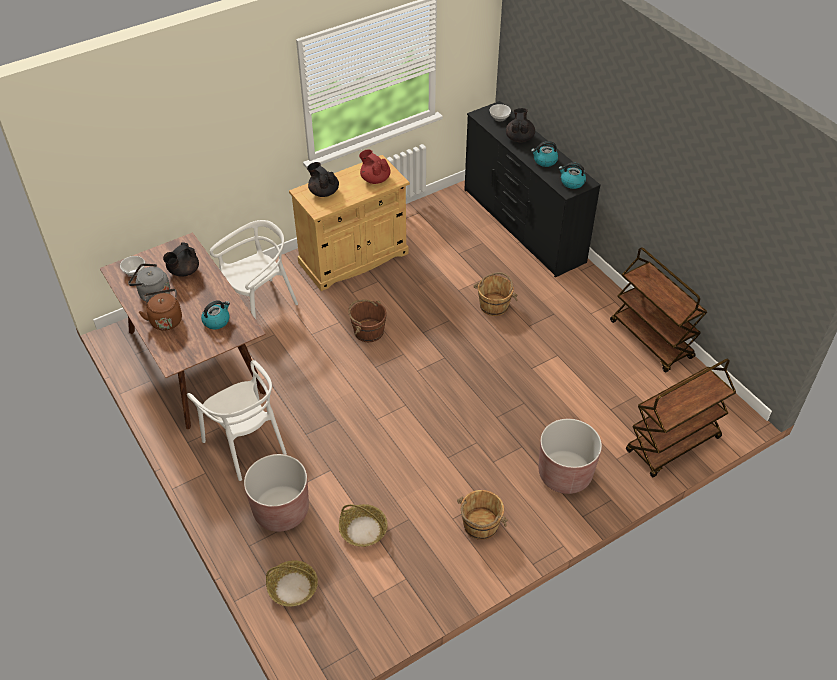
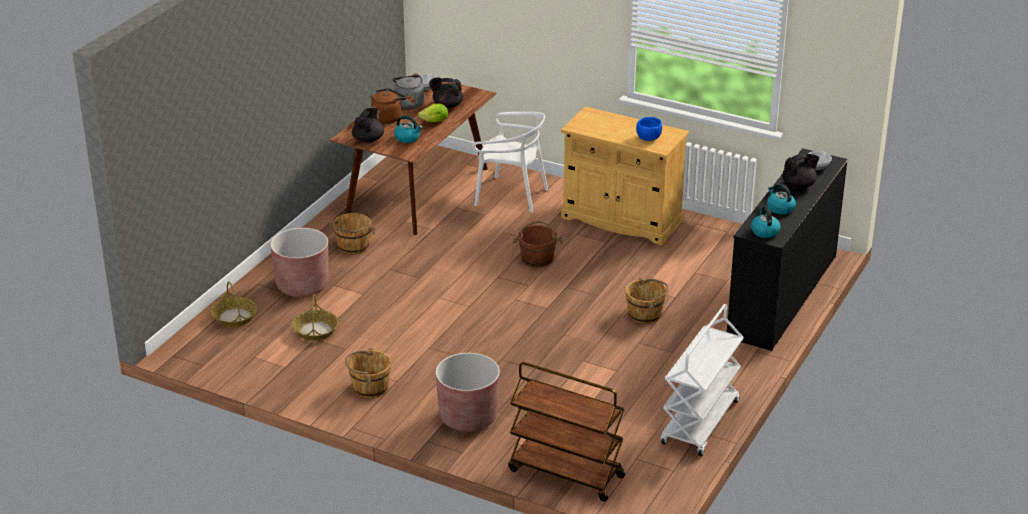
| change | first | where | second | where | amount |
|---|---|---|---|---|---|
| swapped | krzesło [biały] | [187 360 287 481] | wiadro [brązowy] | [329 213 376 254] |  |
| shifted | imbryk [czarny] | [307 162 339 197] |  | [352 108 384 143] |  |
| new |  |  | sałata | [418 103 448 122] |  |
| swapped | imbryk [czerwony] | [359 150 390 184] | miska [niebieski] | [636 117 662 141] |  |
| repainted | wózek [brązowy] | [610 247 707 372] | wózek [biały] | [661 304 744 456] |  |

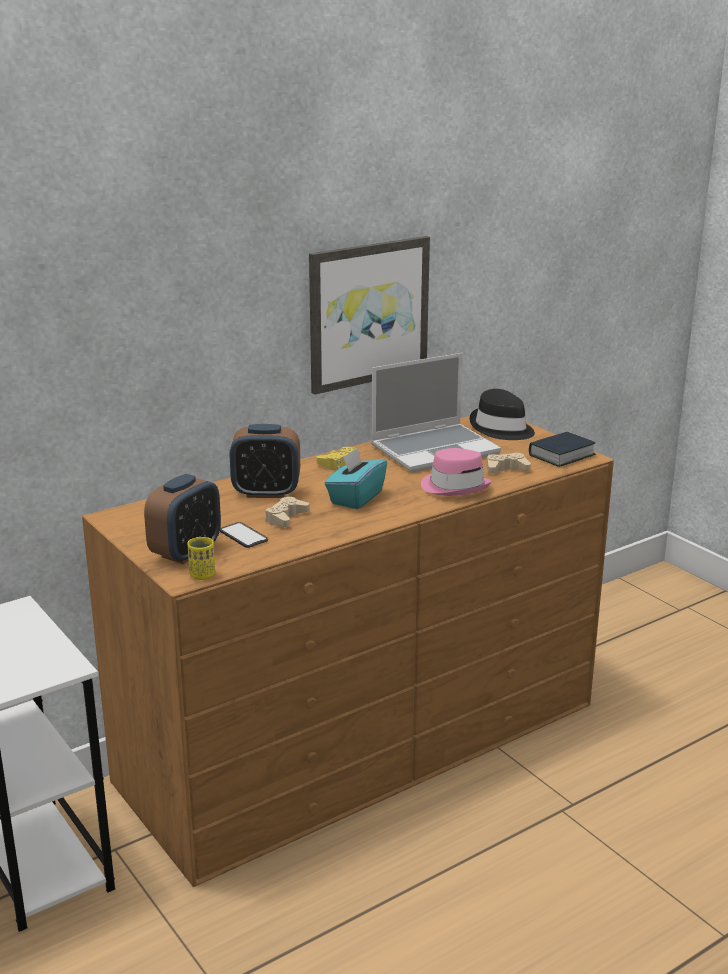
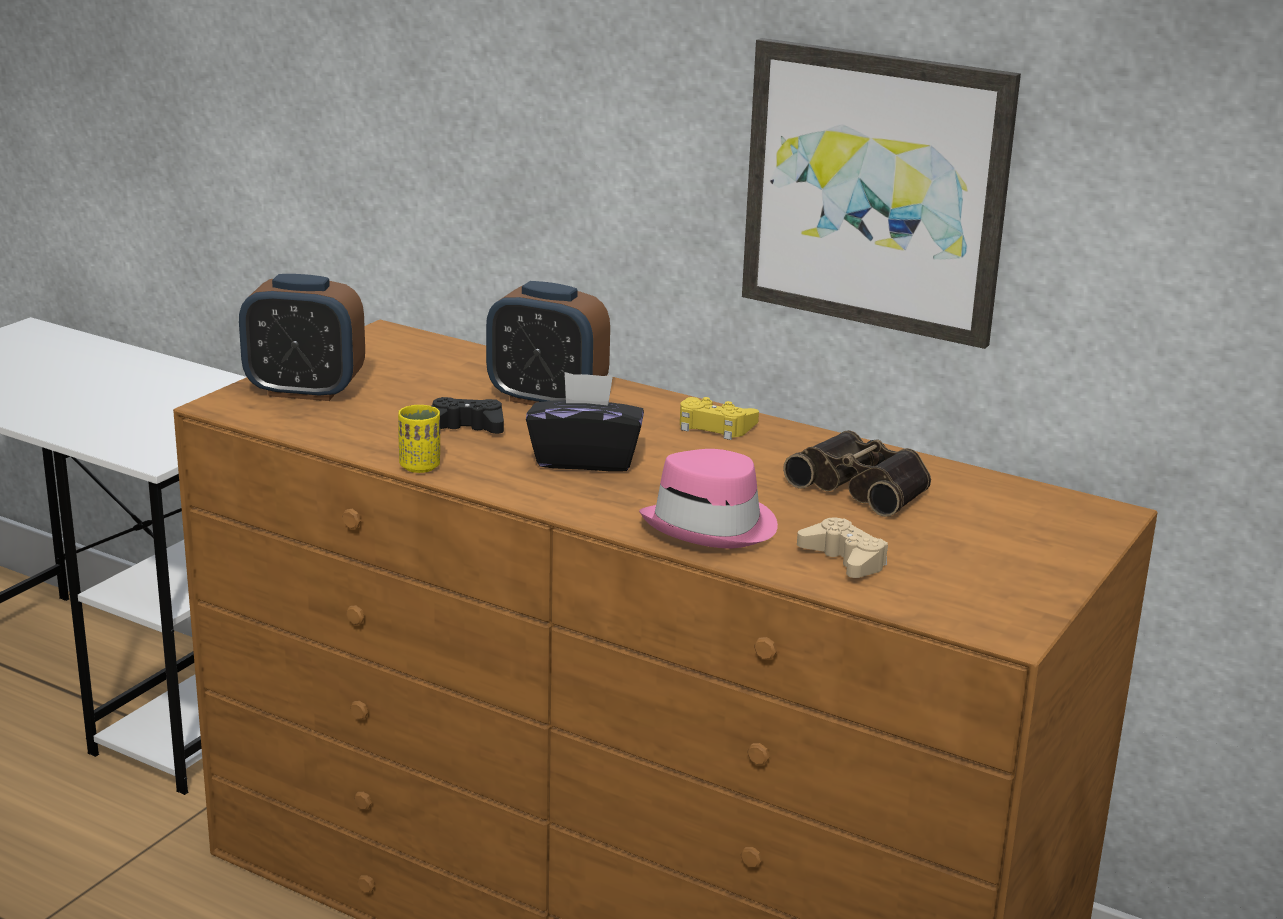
| change | first | where | second | where | amount |
|---|---|---|---|---|---|
| shifted | filiżanka [żółty] | [187 537 215 580] |  | [398 405 440 473] |  |
| repainted | pad do gier [beżowy] | [265 497 310 527] | pad do gier [czarny] | [431 397 504 434] |  |
| rotated | budzik | [230 424 300 498] |  | [486 281 610 405] | 45 degrees counterclockwise |
| repainted | pudełko chusteczek [turkusowy] | [325 447 387 509] | pudełko chusteczek [czarny] | [526 372 644 472] |  |
| swapped | laptop | [371 353 501 473] | lornetka | [783 430 931 517] |  |
| gone | telefon | [220 522 268 548] |  |  |  |
| gone | kapelusz [czarny] | [470 389 535 440] |  |  |  |
| gone | książka | [529 432 596 467] |  |  |  |

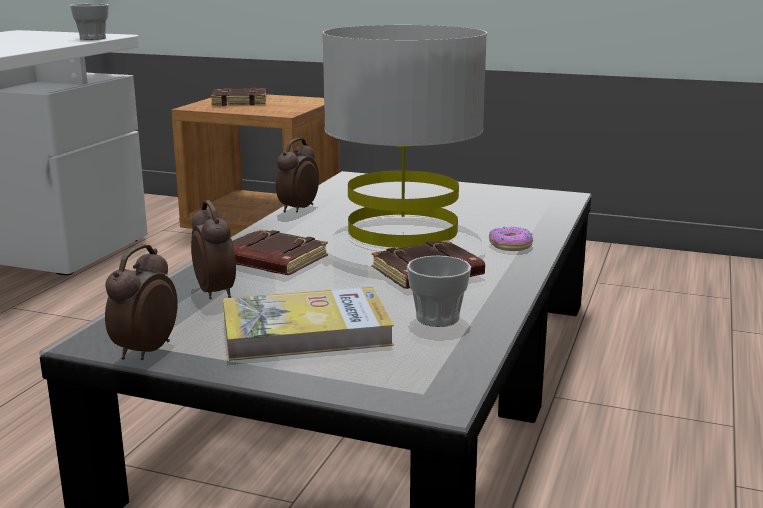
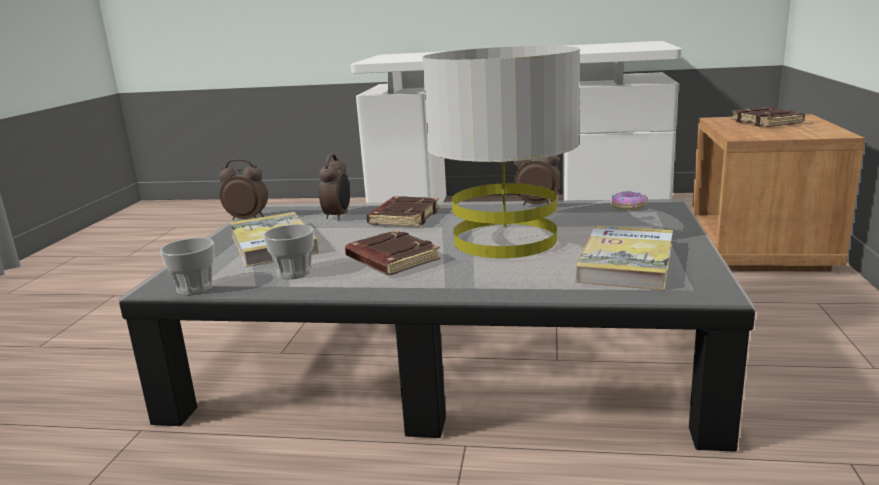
| change | first | where | second | where | amount |
|---|---|---|---|---|---|
| shifted | filiżanka | [70 3 109 40] |  | [160 238 214 295] |  |
| rotated | budzik | [191 200 236 299] |  | [319 154 350 220] | 45 degrees counterclockwise |
| new |  |  | książka | [575 226 673 290] |  |
| shifted | donut | [489 227 533 251] |  | [610 191 648 210] |  |

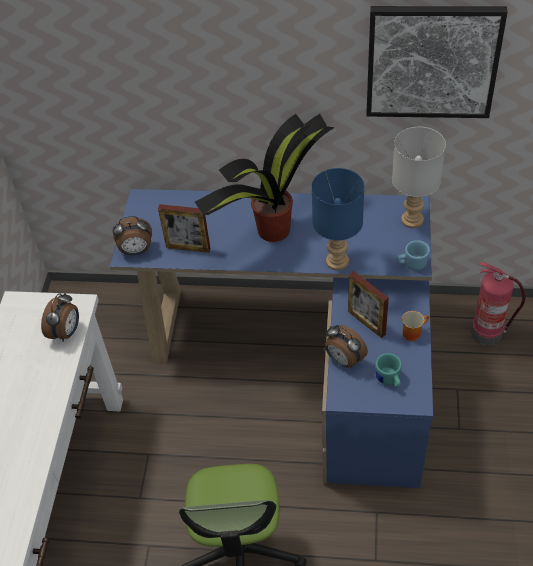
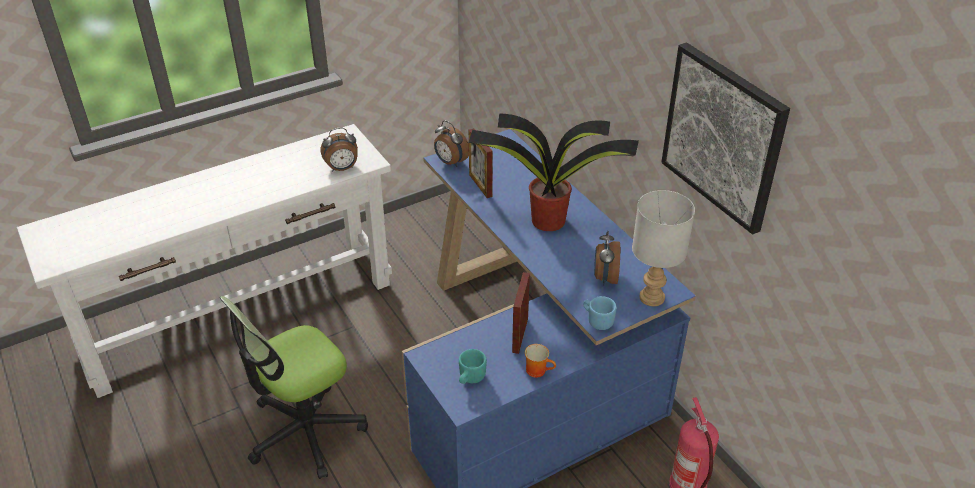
| change | first | where | second | where | amount |
|---|---|---|---|---|---|
| shifted | budzik | [325 325 368 368] |  | [594 231 620 286] |  |
| gone | lampa stołowa [niebieski] | [312 168 364 270] |  |  |  |

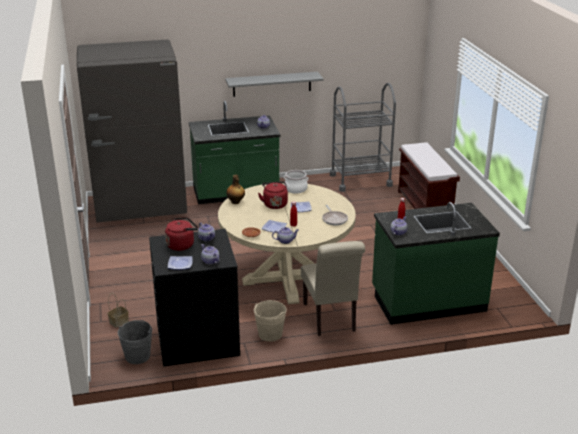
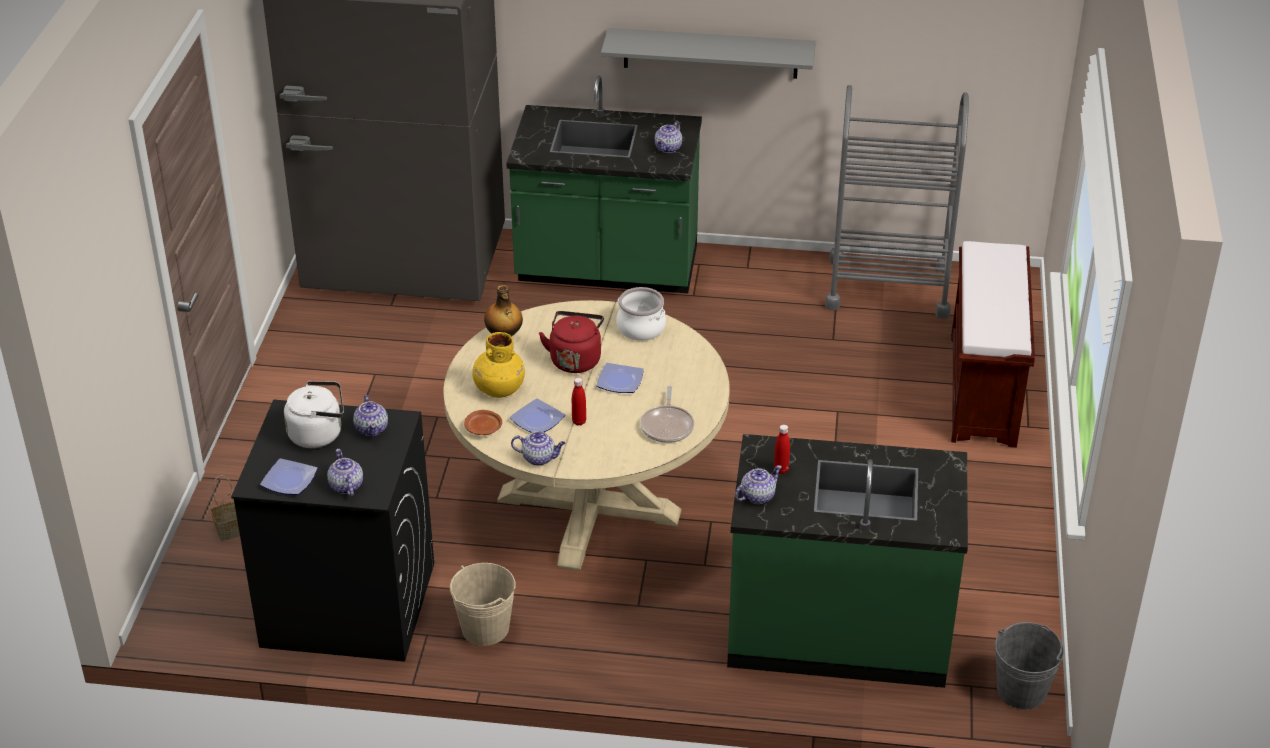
| change | first | where | second | where | amount |
|---|---|---|---|---|---|
| repainted | czajnik [czerwony] | [165 217 198 251] | czajnik [biały] | [284 381 344 448] |  |
| new |  |  | wazon [żółty] | [472 332 525 398] |  |
| shifted | wiadro [szary] | [118 320 152 364] |  | [995 622 1064 709] |  |
| gone | krzesło [beżowy] | [301 241 365 336] |  |  |  |

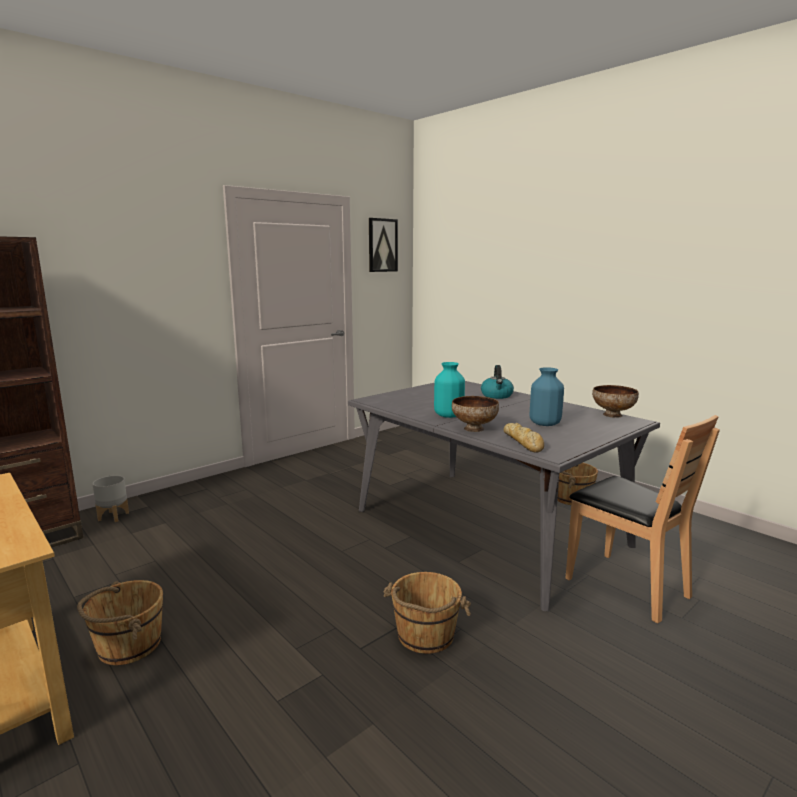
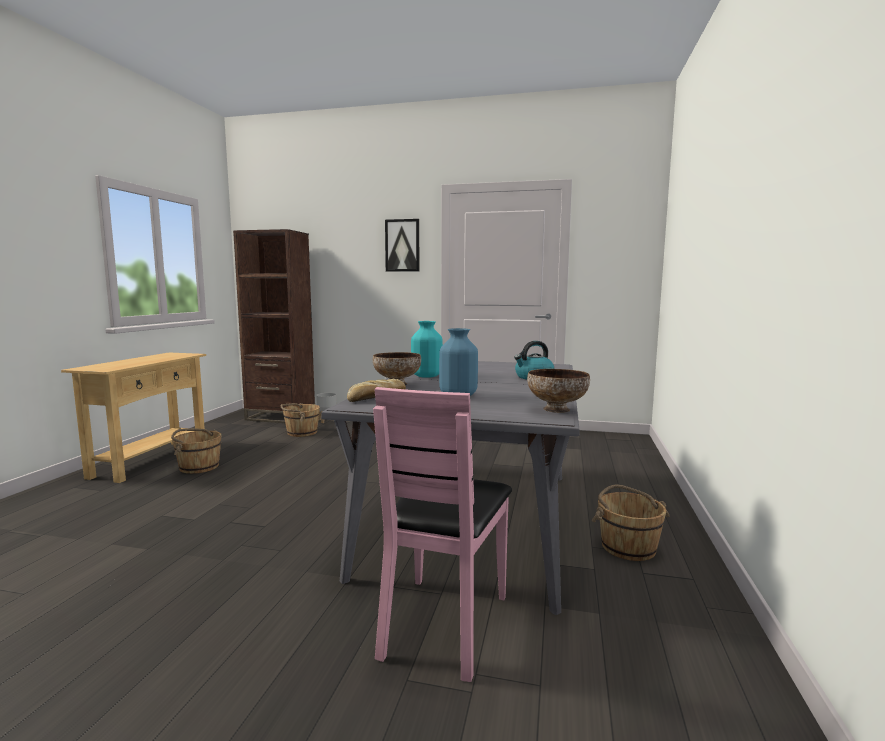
| change | first | where | second | where | amount |
|---|---|---|---|---|---|
| shifted | wiadro [brązowy] | [383 572 471 654] |  | [281 403 320 437] |  |
| repainted | krzesło [brązowy] | [566 415 720 624] | krzesło [różowy] | [373 387 512 682] |  |
| shifted | obraz | [369 218 398 272] |  | [385 219 419 272] |  |

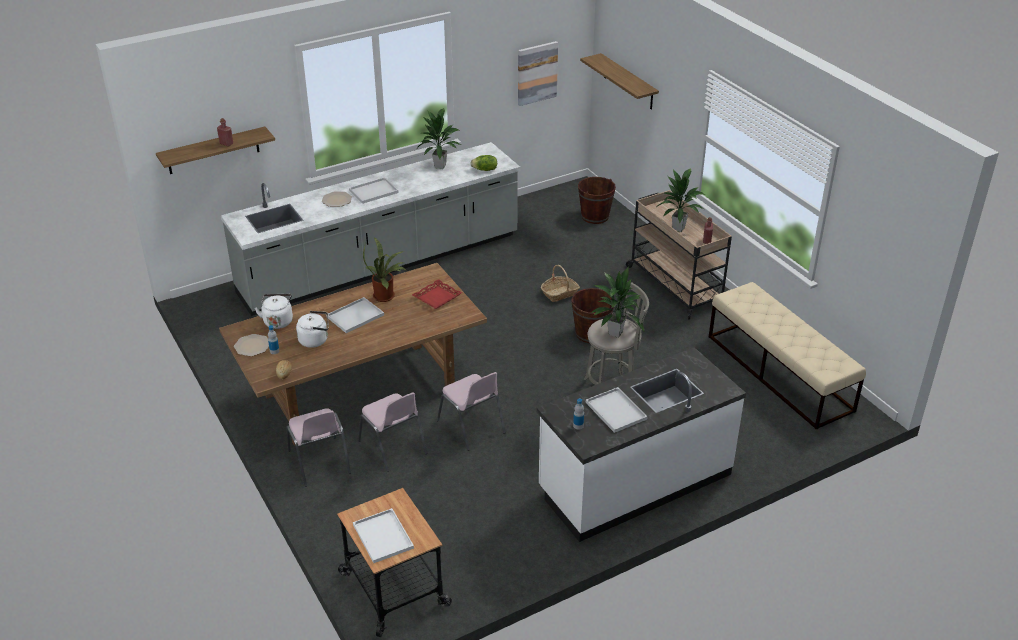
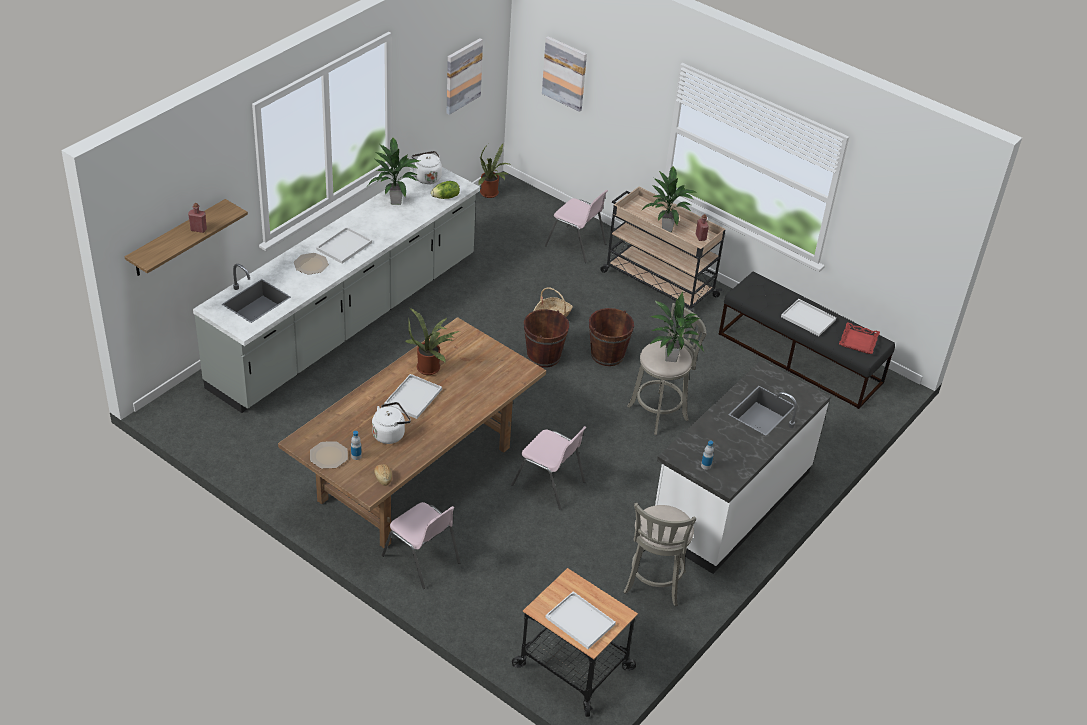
| change | first | where | second | where | amount |
|---|---|---|---|---|---|
| shifted | czajnik [biały] | [255 294 293 329] |  | [410 151 442 184] |  |
| new |  |  | roślina doniczkowa | [478 144 509 198] |  |
| shifted | wiadro [brązowy] | [578 177 616 224] |  | [524 309 569 368] |  |
| swapped | półka | [580 53 659 110] | obraz | [542 36 587 112] |  |
| shifted | krzesło [różowy] | [358 392 427 472] |  | [545 190 608 263] |  |
| new |  |  | stołek [szary] | [624 502 696 606] |  |
| repainted | ławka [beżowy] | [709 282 866 430] | ławka [czarny] | [719 272 895 409] |  |
| shifted | taca [biały] | [586 387 648 433] |  | [781 299 836 336] |  |
| shifted | taca [czerwony] | [412 279 462 309] |  | [839 322 880 354] |  |

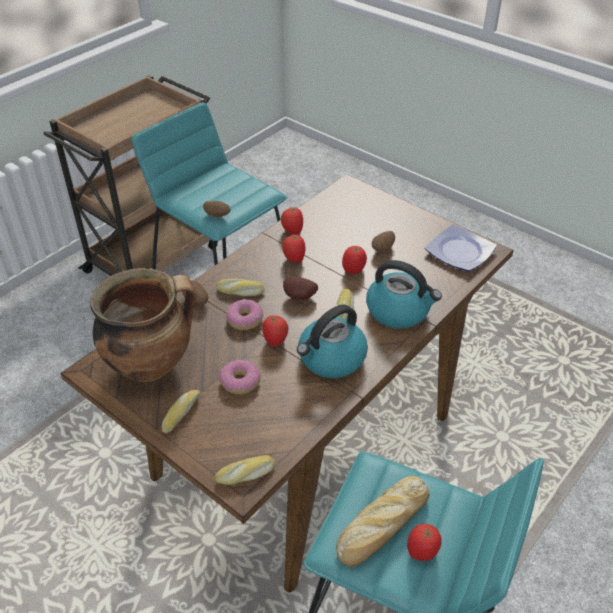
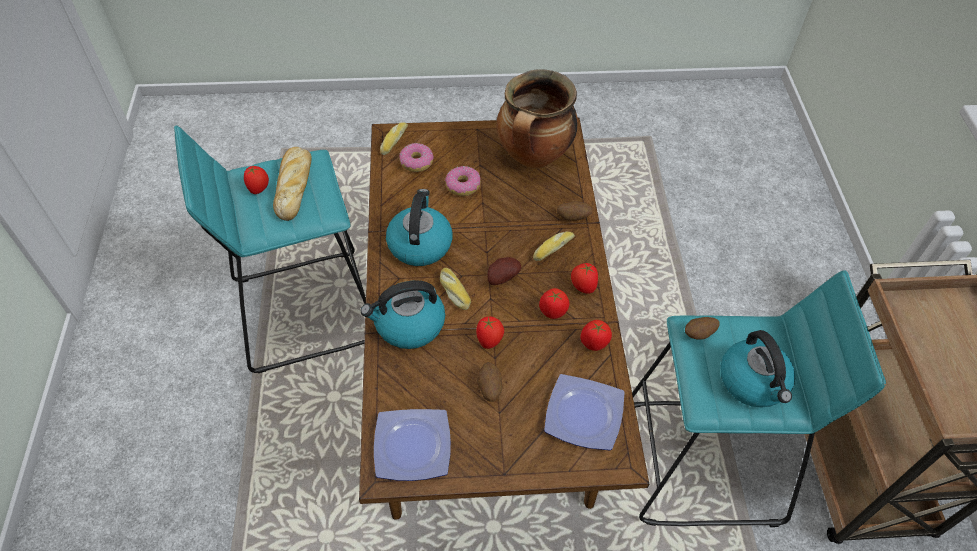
| change | first | where | second | where | amount |
|---|---|---|---|---|---|
| shifted | donut | [226 299 263 330] |  | [399 143 434 172] |  |
| new |  |  | talerz | [544 374 625 450] |  |
| shifted | pomidor | [262 315 288 347] |  | [571 263 598 294] |  |
| new |  |  | czajnik | [720 330 795 407] |  |
| gone | chleb | [161 390 201 433] |  |  |  |

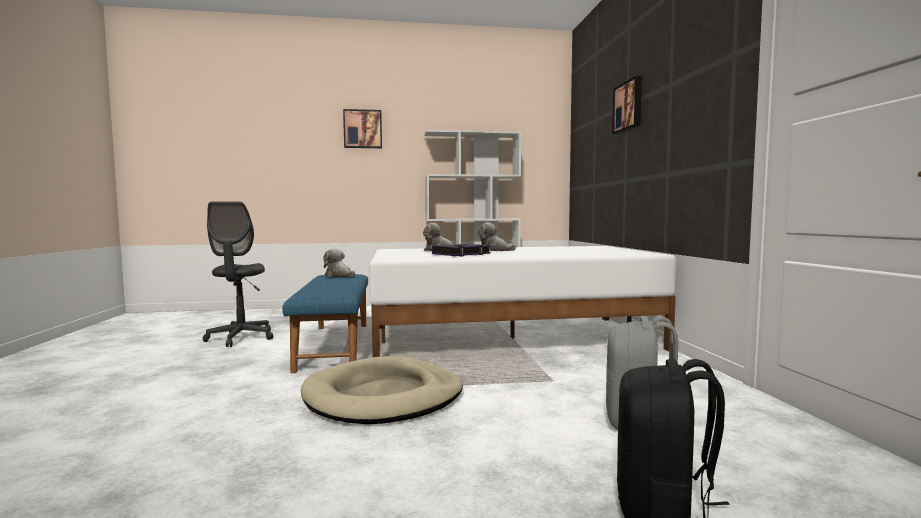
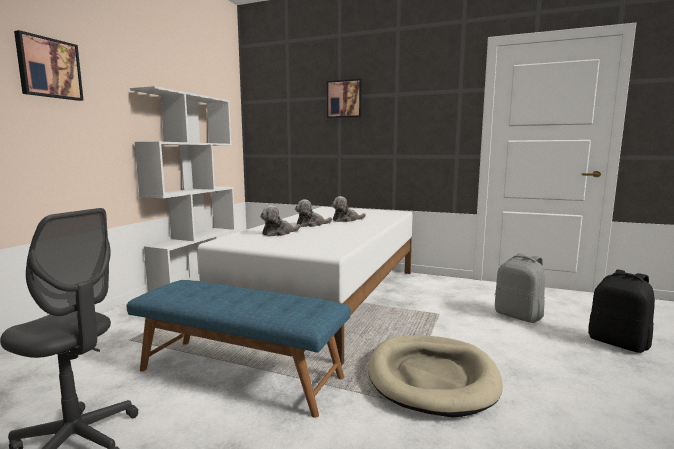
| change | first | where | second | where | amount |
|---|---|---|---|---|---|
| shifted | pluszak | [323 249 355 277] |  | [331 196 366 222] |  |
| gone | książka | [432 244 490 257] |  |  |  |

